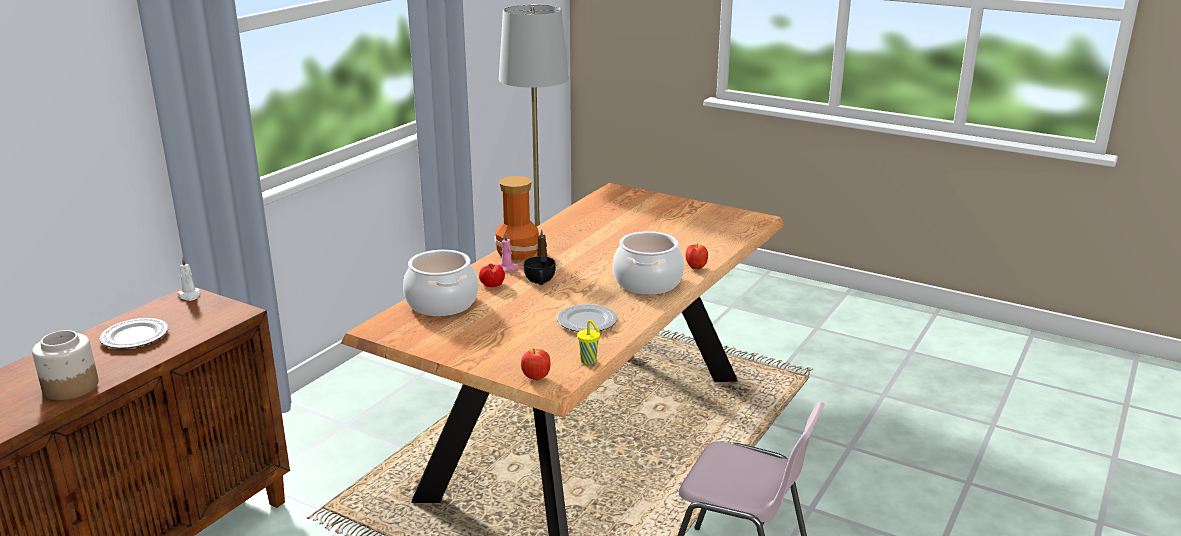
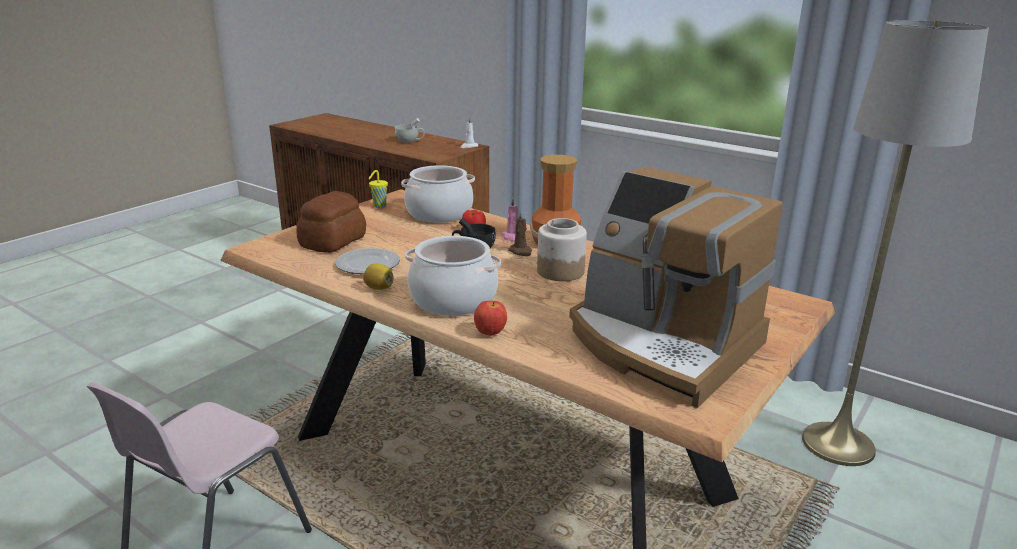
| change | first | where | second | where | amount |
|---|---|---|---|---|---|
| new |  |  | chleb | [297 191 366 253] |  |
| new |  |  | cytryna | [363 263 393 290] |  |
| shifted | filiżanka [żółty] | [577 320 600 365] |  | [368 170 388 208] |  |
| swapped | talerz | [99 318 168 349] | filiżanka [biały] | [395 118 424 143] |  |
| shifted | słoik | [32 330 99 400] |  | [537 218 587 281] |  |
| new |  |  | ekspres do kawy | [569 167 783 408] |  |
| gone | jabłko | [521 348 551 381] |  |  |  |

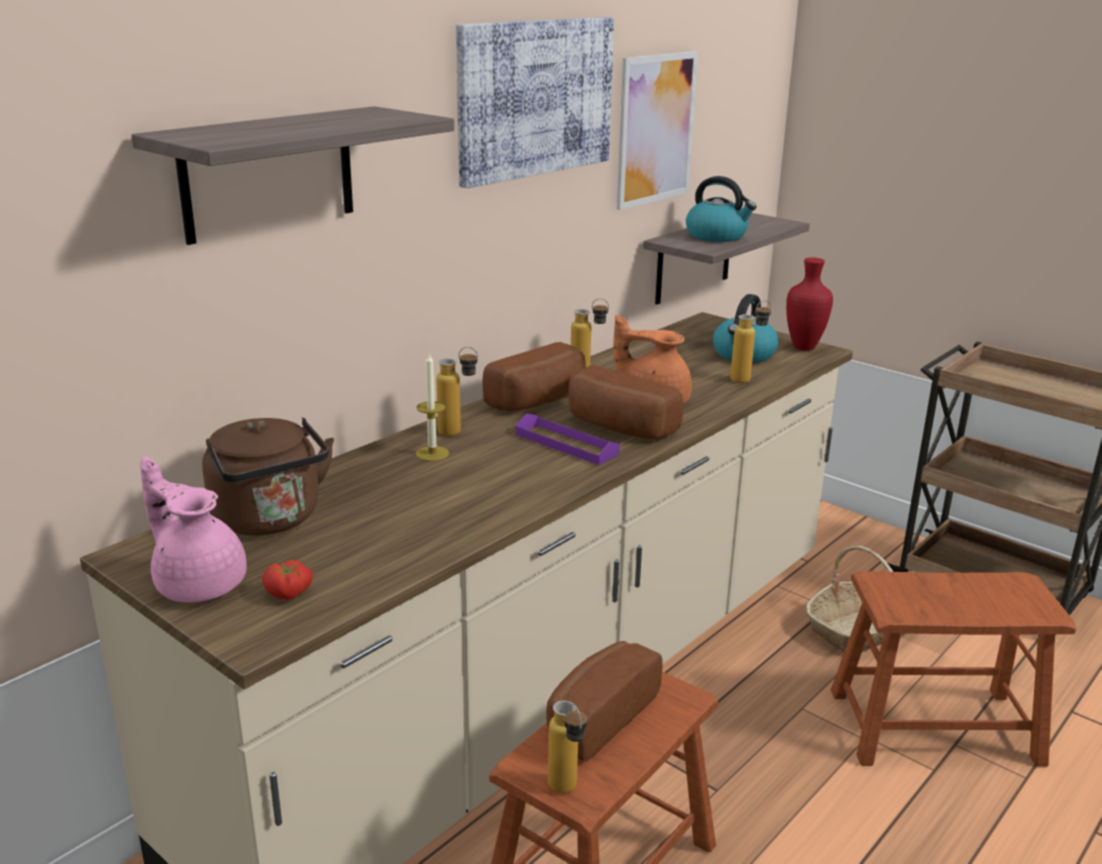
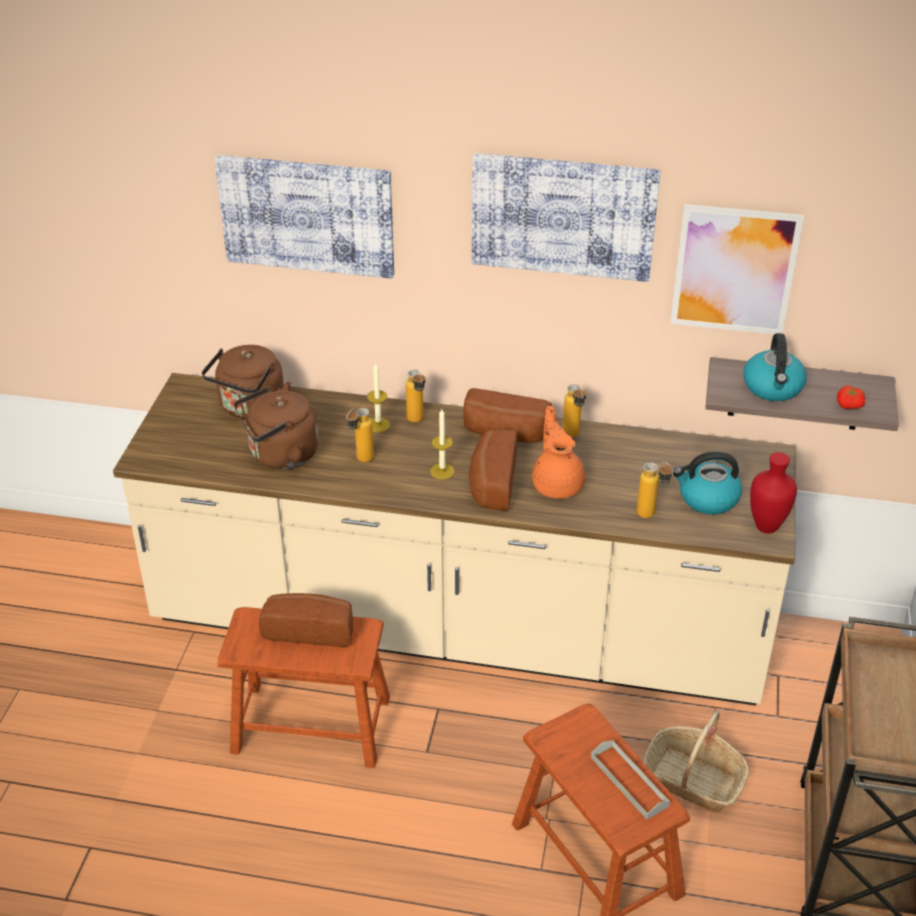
| change | first | where | second | where | amount |
|---|---|---|---|---|---|
| swapped | półka | [131 106 454 245] | obraz | [215 155 394 279] |  |
| new |  |  | czajnik [brązowy] | [234 387 318 469] |  |
| shifted | butelka | [548 700 587 794] |  | [345 408 374 462] |  |
| swapped | taca [fioletowy] | [516 413 620 465] | świeca | [430 409 455 479] |  |
| new |  |  | taca [szary] | [591 740 670 819] |  |
| shifted | pomidor | [262 560 313 600] |  | [837 385 865 409] |  |
| gone | imbryk [różowy] | [140 457 247 602] |  |  |  |

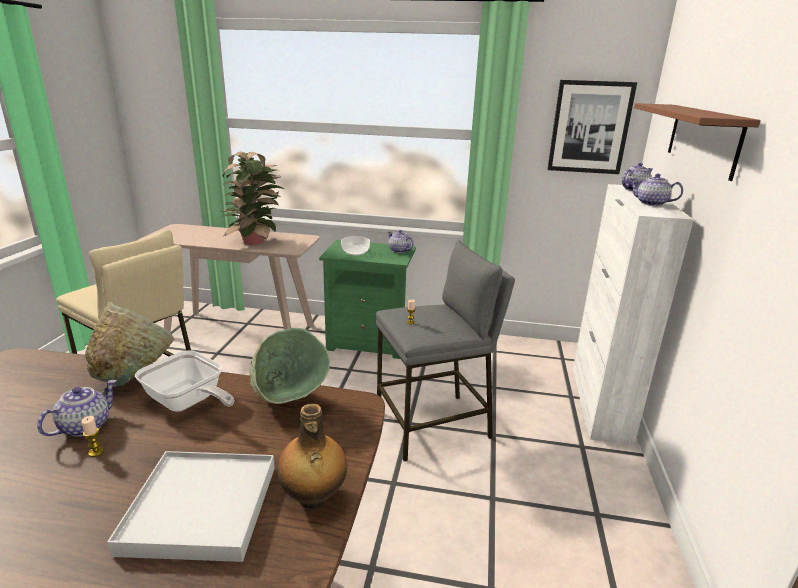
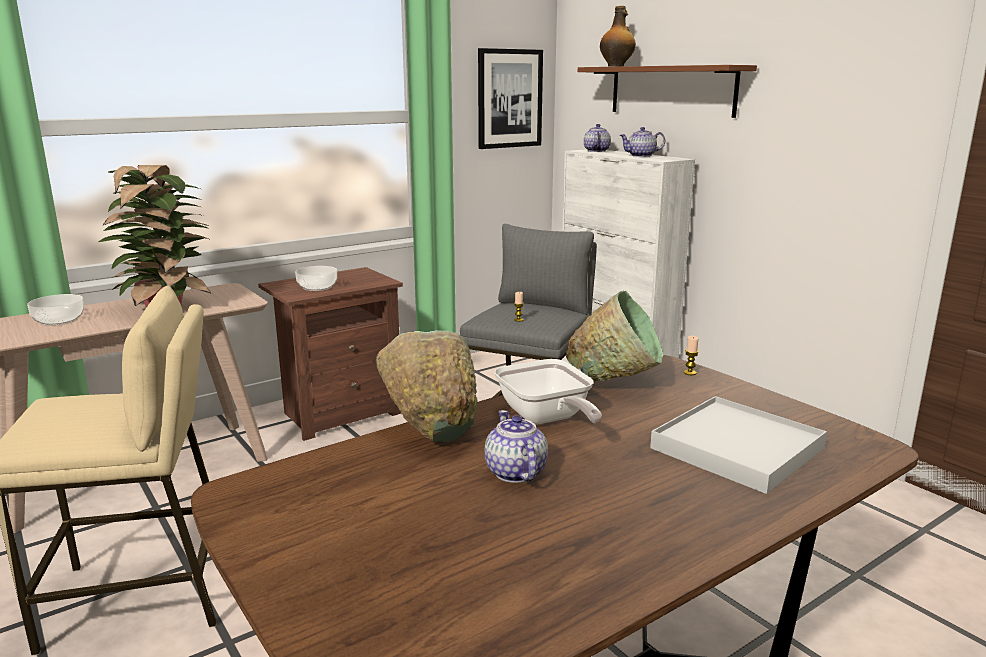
| change | first | where | second | where | amount |
|---|---|---|---|---|---|
| new |  |  | miska | [27 294 84 326] |  |
| repainted | szafka nocna [zielony] | [319 240 416 359] | szafka nocna [brązowy] | [258 267 403 441] |  |
| rotated | patelnia | [135 350 234 412] |  | [494 359 602 425] | 75 degrees clockwise |
| shifted | butelka | [277 404 347 509] |  | [600 6 636 67] |  |
| shifted | świeca | [82 416 104 457] |  | [683 336 699 375] |  |
| gone | imbryk | [387 230 414 253] |  |  |  |

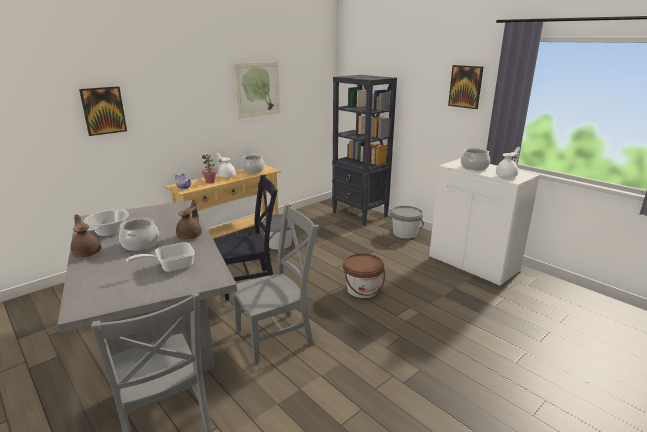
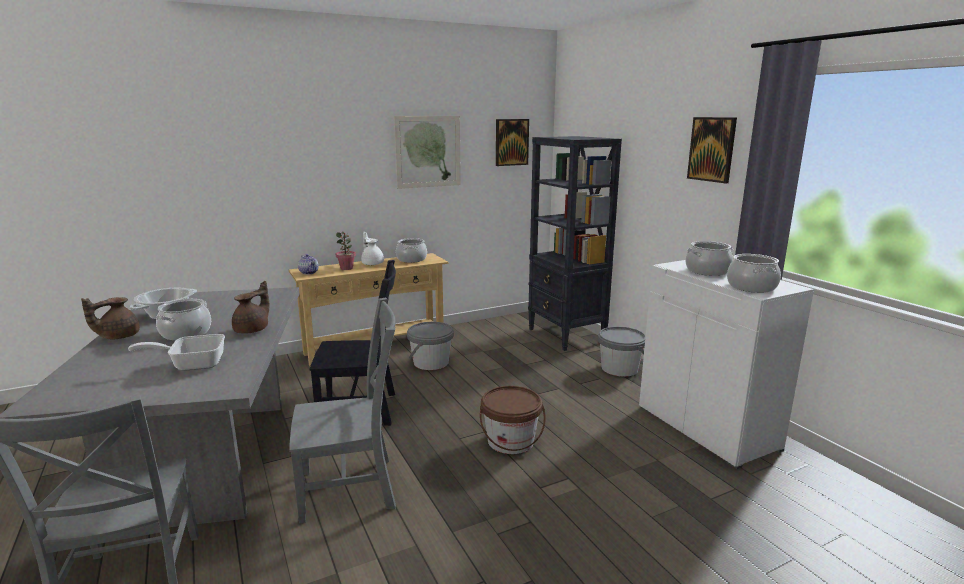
| change | first | where | second | where | amount |
|---|---|---|---|---|---|
| rotated | imbryk [brązowy] | [71 214 101 258] |  | [81 297 140 339] | 120 degrees counterclockwise |
| shifted | obraz | [79 86 127 136] |  | [496 119 529 166] |  |
| swapped | imbryk [biały] | [496 147 520 178] | garnek | [727 254 781 293] |  |

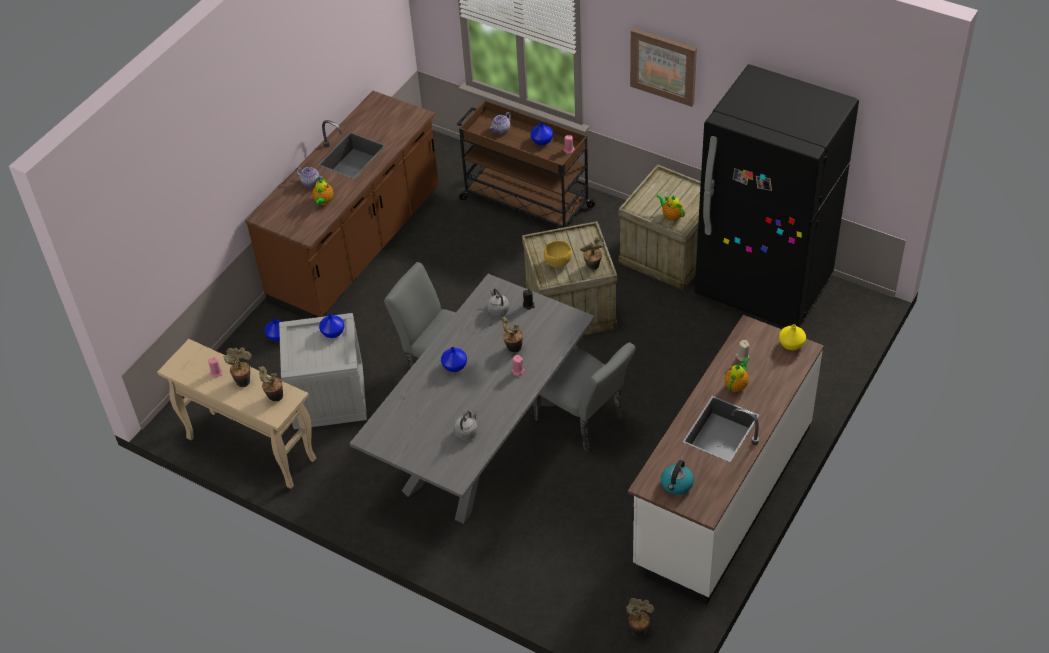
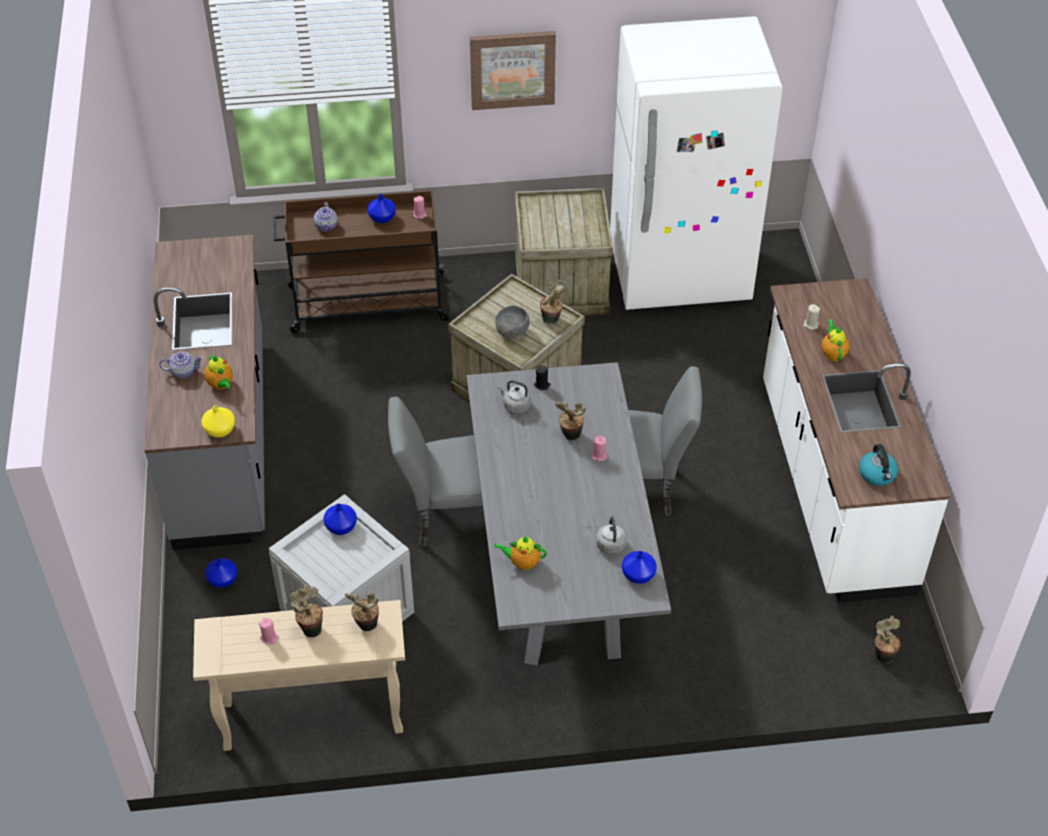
| change | first | where | second | where | amount |
|---|---|---|---|---|---|
| repainted | zabudowa kuchenna [brązowy] | [245 91 439 319] | zabudowa kuchenna [szary] | [144 235 265 550] |  |
| shifted | wazon [żółty] | [779 324 806 350] |  | [201 405 235 438] |  |
| shifted | imbryk | [656 195 685 221] |  | [494 536 547 570] |  |
| repainted | miska [żółty] | [544 241 572 267] | miska [szary] | [495 306 529 339] |  |
| repainted | lodówka [czarny] | [695 64 859 327] | lodówka [biały] | [610 16 783 310] |  |
| shifted | wazon [niebieski] | [441 347 467 372] |  | [622 551 657 584] |  |

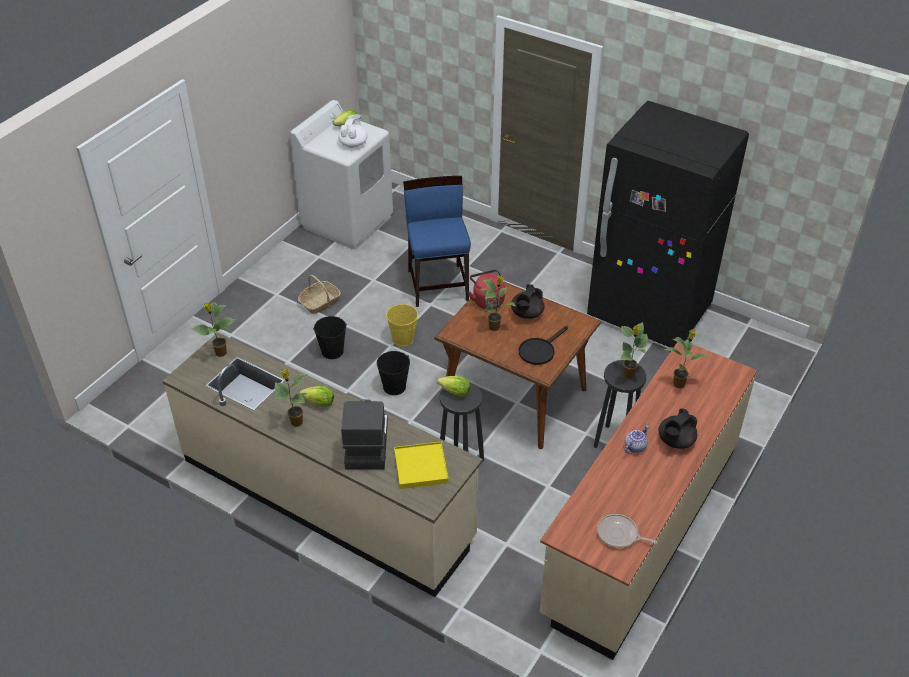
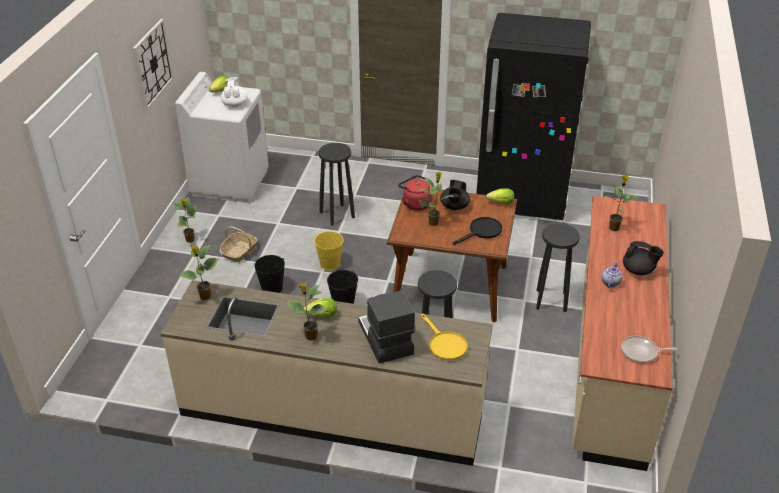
| change | first | where | second | where | amount |
|---|---|---|---|---|---|
| new |  |  | zegar ścienny | [132 19 174 110] |  |
| shifted | roślina doniczkowa | [620 322 648 378] |  | [174 196 196 243] |  |
| swapped | krzesło [niebieski] | [403 176 471 307] | stołek [czarny] | [319 143 355 226] |  |
| swapped | taca [żółty] | [394 442 449 489] | patelnia [żółty] | [421 314 468 361] |  |
| rotated | patelnia [czarny] | [519 326 568 365] |  | [452 217 502 245] | 150 degrees counterclockwise |
| shifted | sałata | [437 376 470 397] |  | [486 188 514 205] |  |
| rotated | imbryk [czarny] | [658 408 697 449] |  | [623 241 664 275] | 90 degrees counterclockwise |

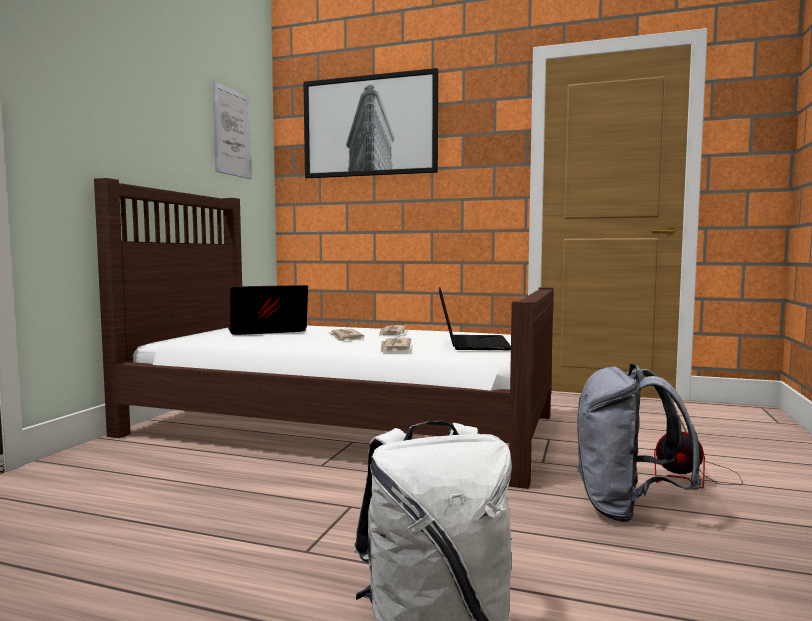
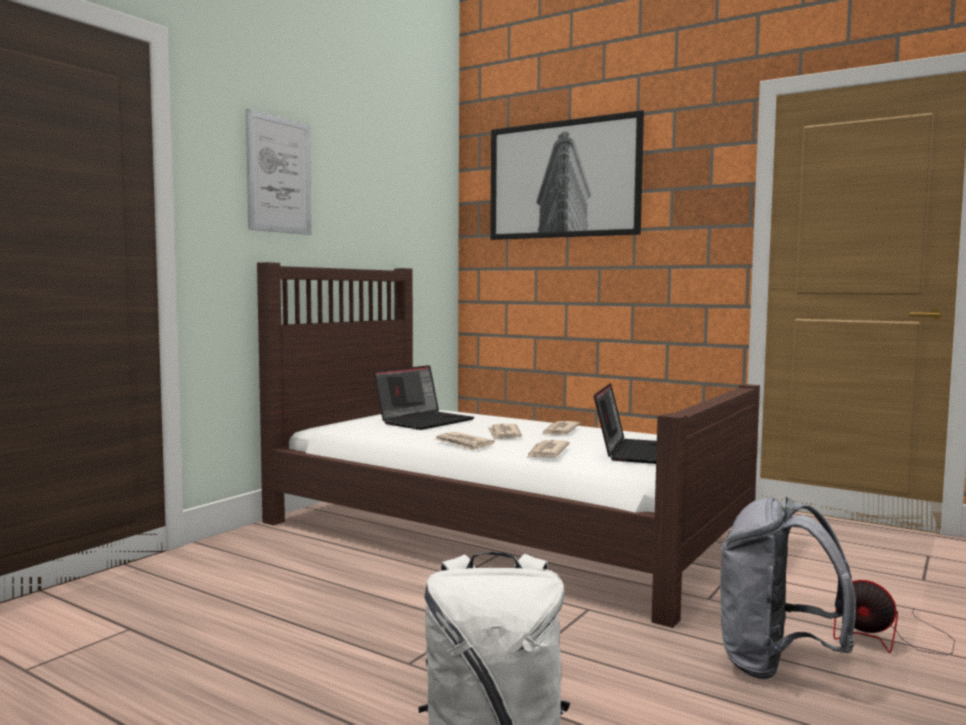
| change | first | where | second | where | amount |
|---|---|---|---|---|---|
| shifted | obraz | [213 82 252 179] |  | [246 109 312 235] |  |
| rotated | laptop | [227 285 308 335] |  | [374 365 474 430] | 135 degrees clockwise |
| new |  |  | gazeta | [435 432 495 451] |  |

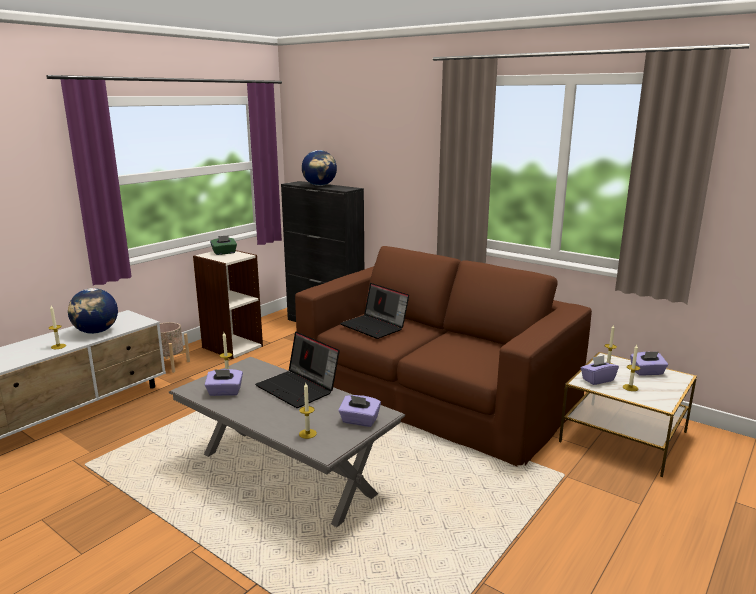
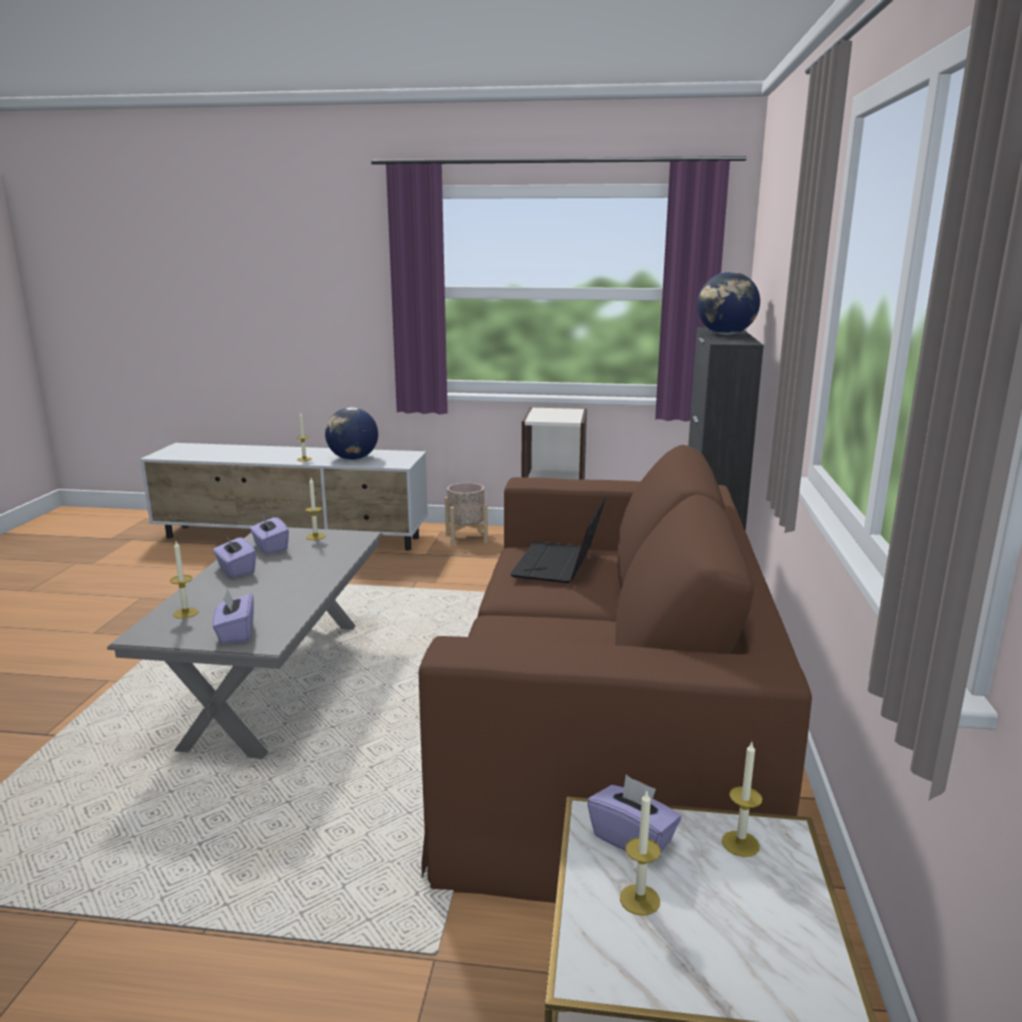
| change | first | where | second | where | amount |
|---|---|---|---|---|---|
| shifted | pudełko chusteczek [fioletowy] | [630 352 668 376] |  | [213 536 256 578] |  |
| gone | pudełko chusteczek [zielony] | [210 235 237 255] |  |  |  |
| gone | laptop | [255 332 340 408] |  |  |  |

